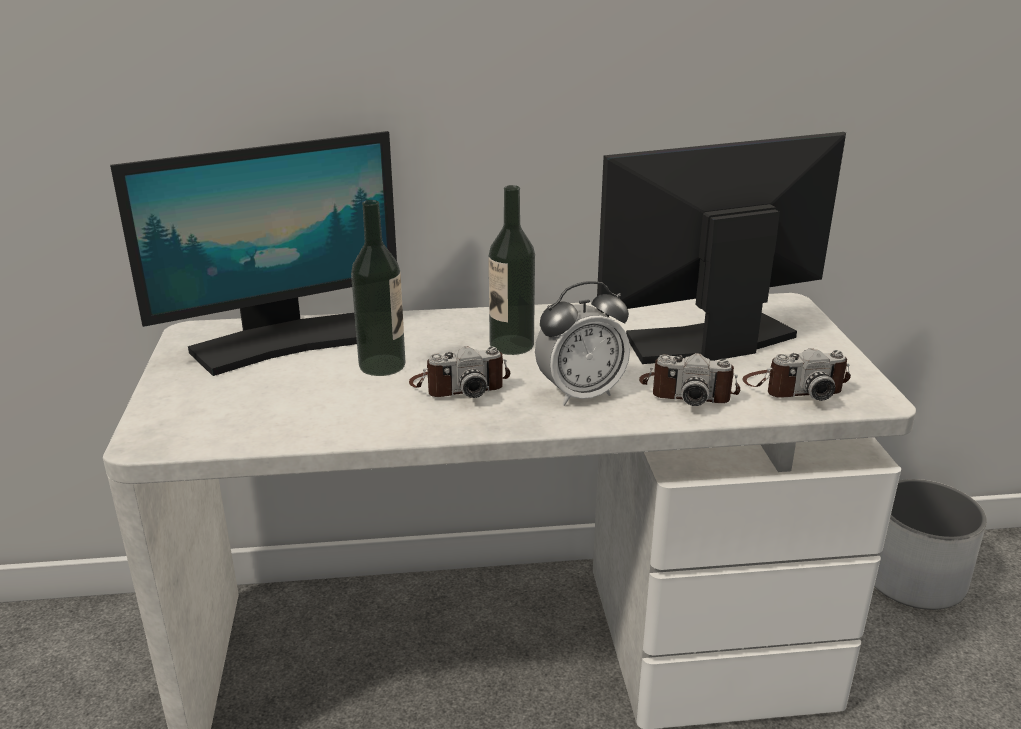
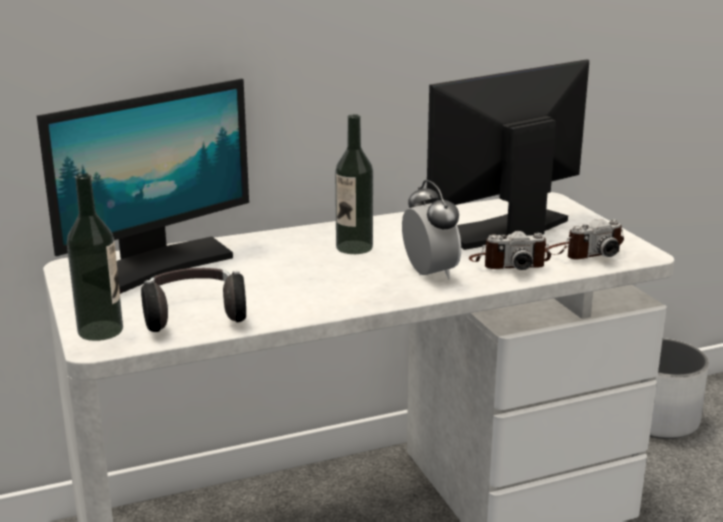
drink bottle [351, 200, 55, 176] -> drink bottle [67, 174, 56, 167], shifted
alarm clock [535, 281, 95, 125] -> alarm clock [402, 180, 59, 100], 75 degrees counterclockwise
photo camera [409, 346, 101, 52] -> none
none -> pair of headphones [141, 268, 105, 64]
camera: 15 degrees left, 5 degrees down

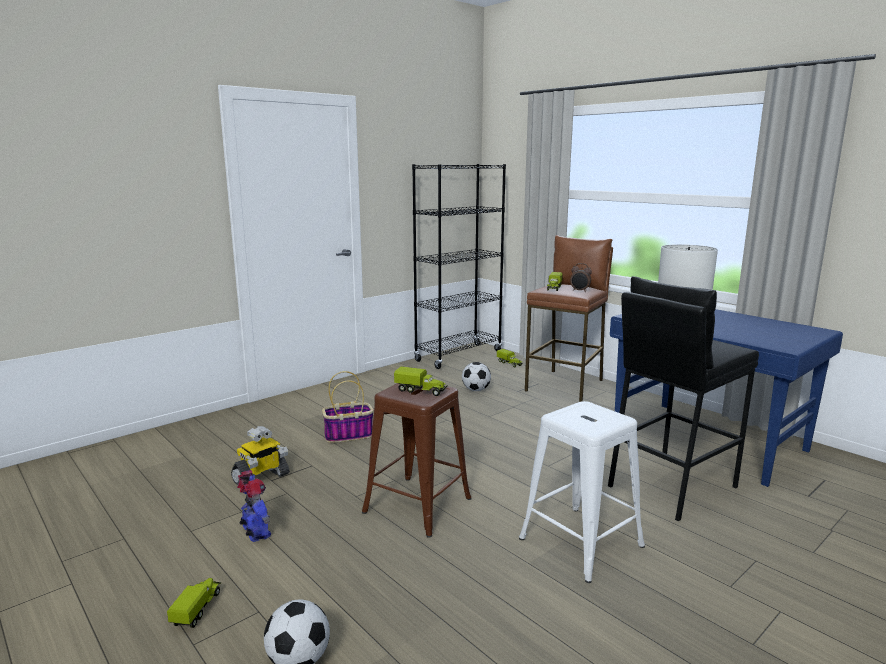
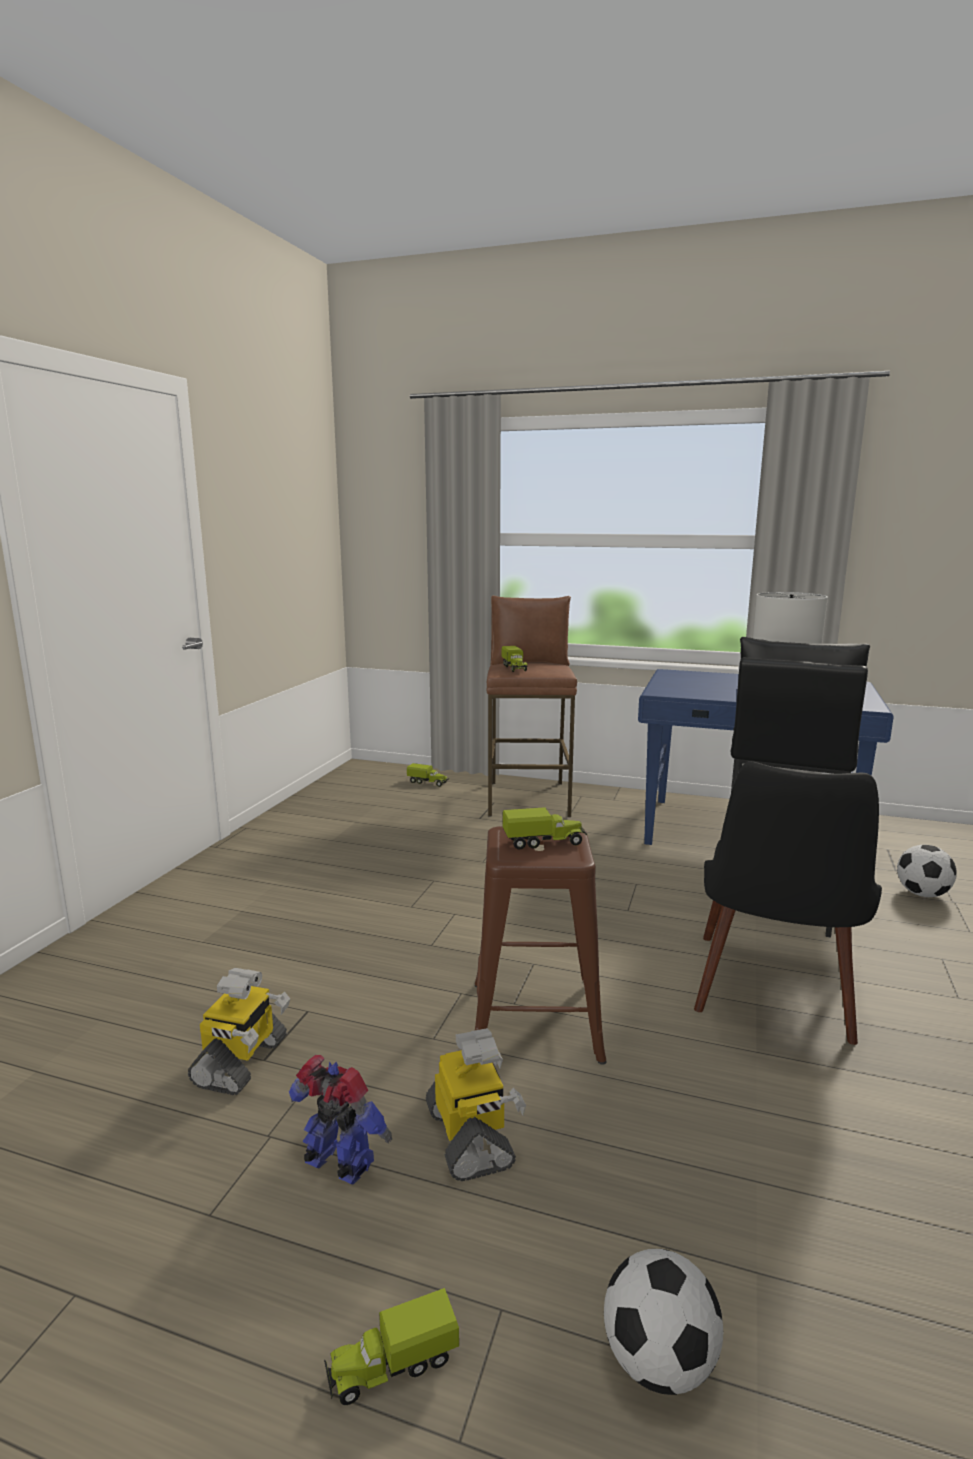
bookshelf (blackish) [412, 164, 94, 205] -> none
alarm clock [570, 263, 22, 29] -> none
football ball [462, 362, 29, 29] -> football ball [897, 845, 60, 52], shifted
basket [322, 371, 52, 72] -> none
stool seat (white-coloured) [519, 401, 126, 182] -> plain chair (blackish) [694, 761, 188, 284]
model truck [167, 578, 54, 50] -> model truck [324, 1288, 135, 117], 90 degrees counterclockwise
none -> toy robot [426, 1028, 100, 153]
camera: 30 degrees left, 0 degrees up

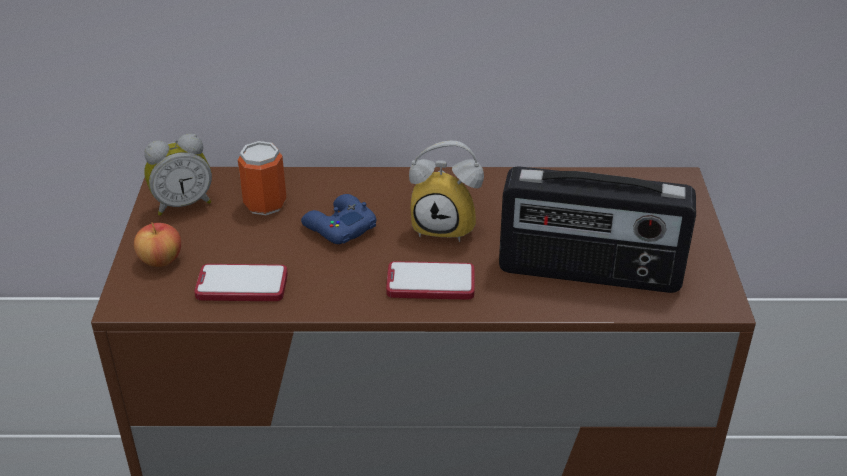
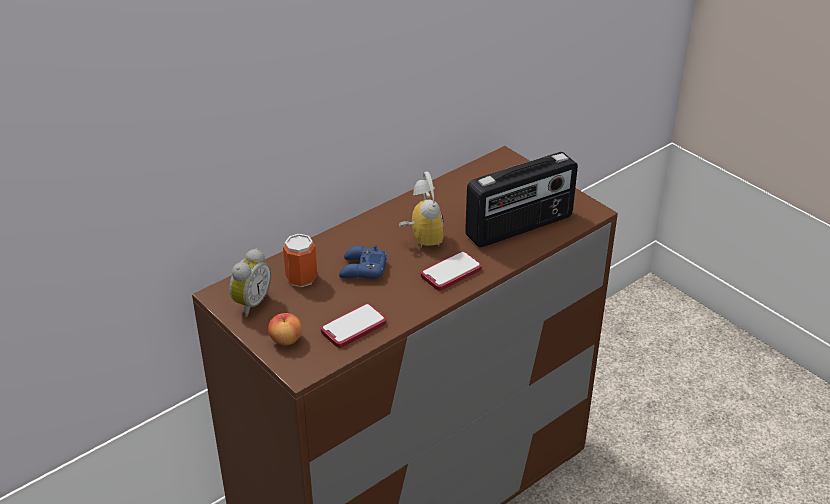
alarm clock [409, 141, 75, 101] -> alarm clock [399, 171, 45, 76], 75 degrees counterclockwise
camera: 40 degrees left, 0 degrees up

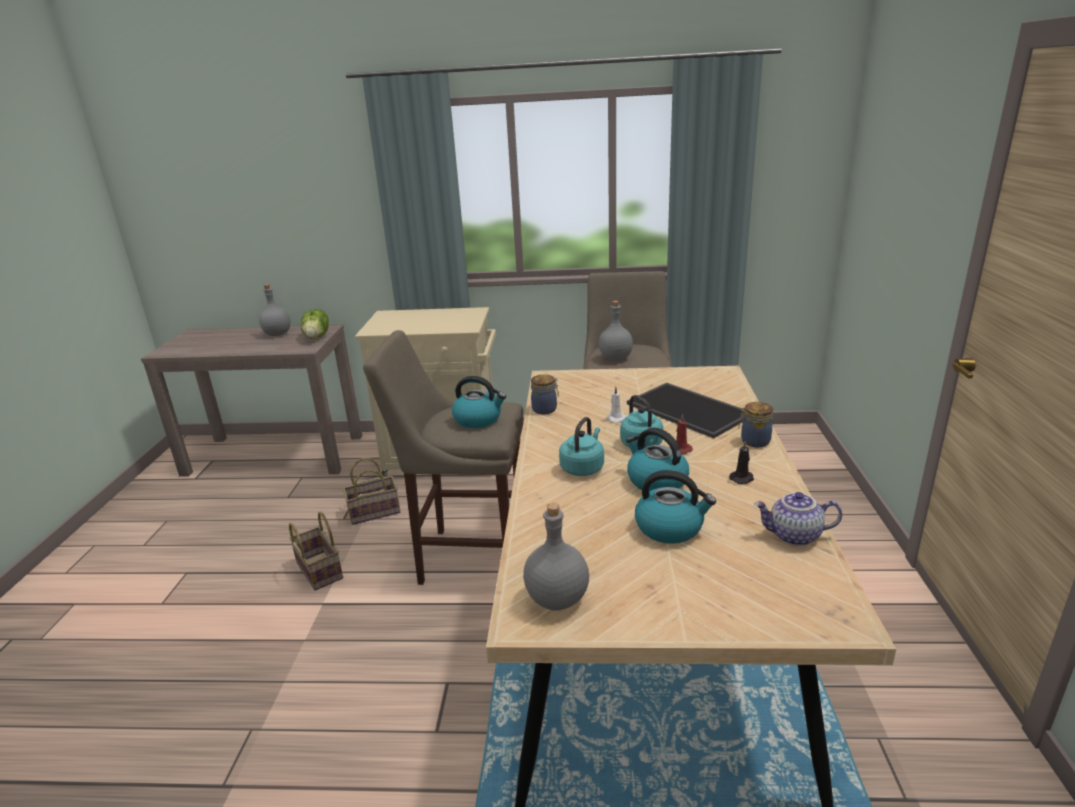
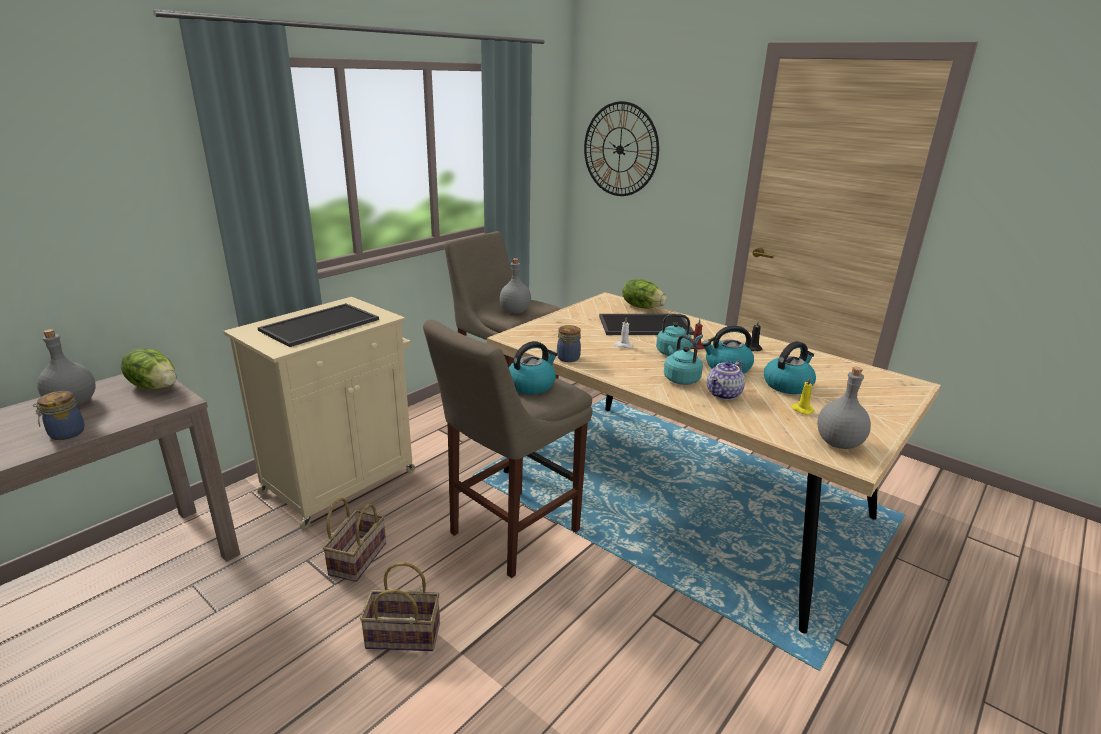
storage jar [738, 402, 35, 45] -> storage jar [33, 391, 52, 49], shifted
teapot [754, 492, 88, 54] -> teapot [707, 360, 38, 40], shifted
none -> hanging clock [584, 101, 75, 95]
none -> head of lettuce [622, 279, 45, 30]
none -> serving tray [258, 303, 121, 44]
none -> wax light (yellow) [791, 377, 23, 38]
camera: 55 degrees left, 0 degrees up

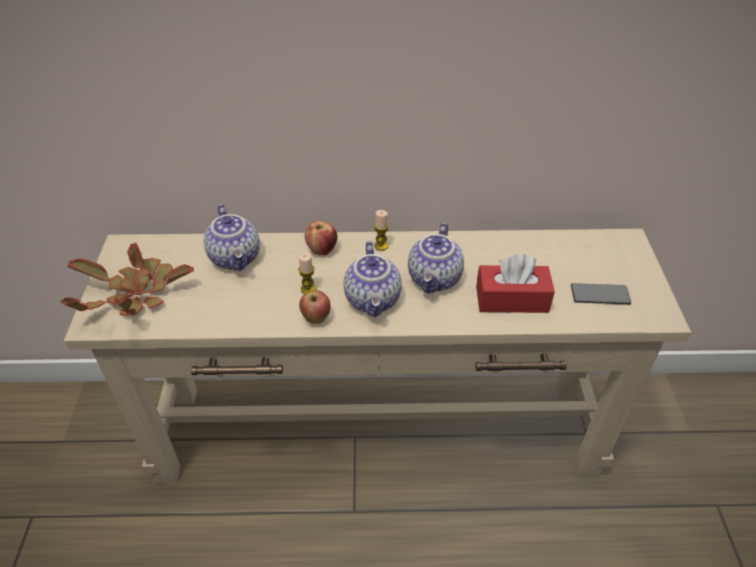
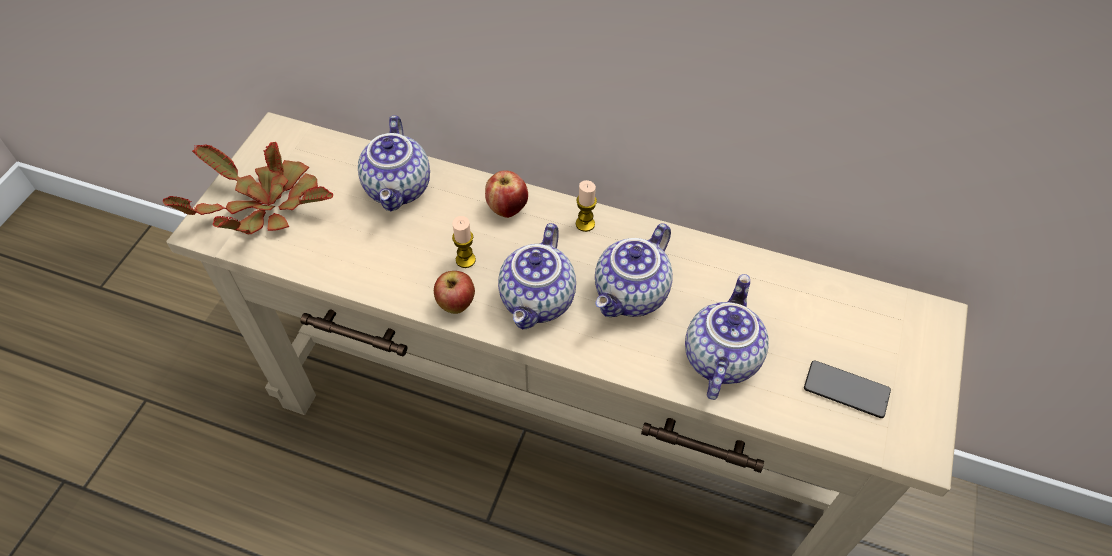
box of tissues (red-coloured) [476, 254, 79, 59] -> teapot [685, 274, 84, 126]
camera: 20 degrees right, 10 degrees up

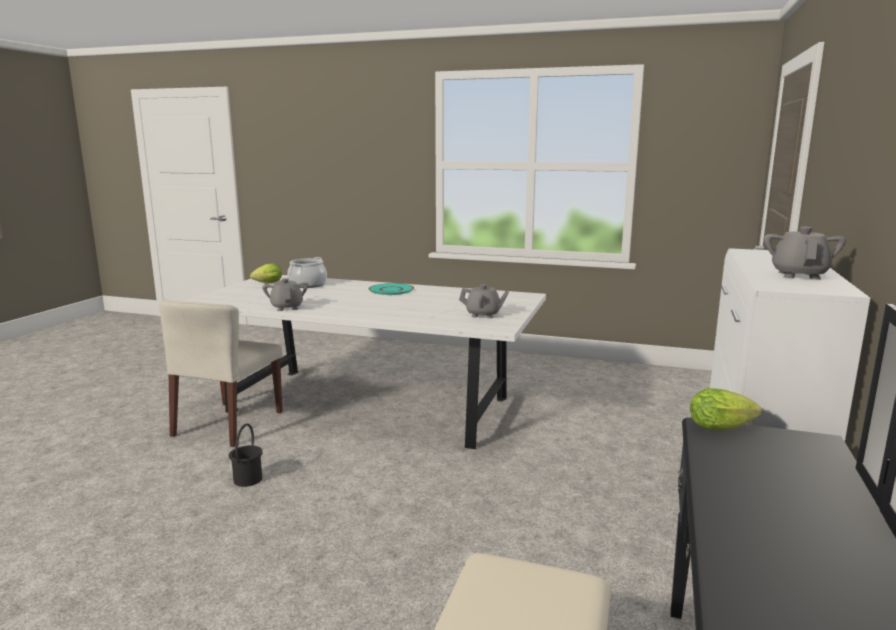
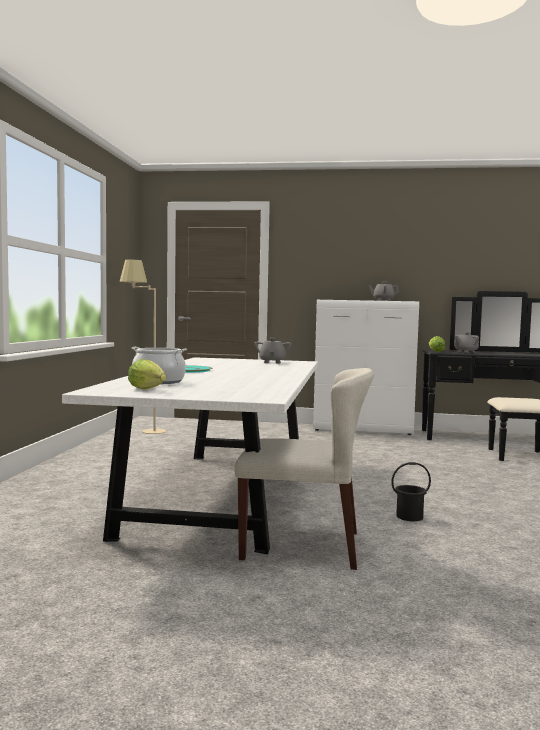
teapot (greyish) [262, 278, 46, 33] -> teapot (greyish) [454, 332, 25, 21], shifted
none -> standing lamp (beige) [120, 259, 47, 175]
camera: 100 degrees left, 10 degrees down

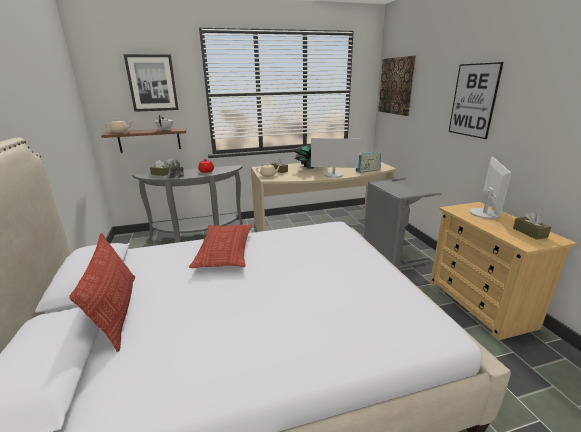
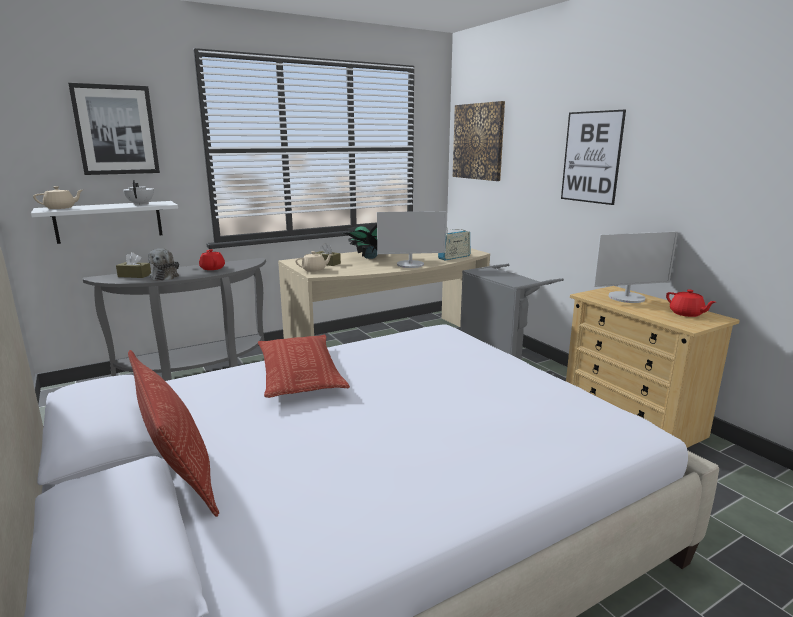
wall shelf (brownish) [101, 128, 85, 25] -> wall shelf (white-coloured) [31, 201, 147, 43]
computer screen [469, 156, 42, 63] -> computer screen [593, 231, 85, 72], 75 degrees clockwise
box of tissues (brownish) [513, 212, 38, 28] -> teapot (red-coloured) [666, 290, 49, 27]
camera: 15 degrees left, 5 degrees down

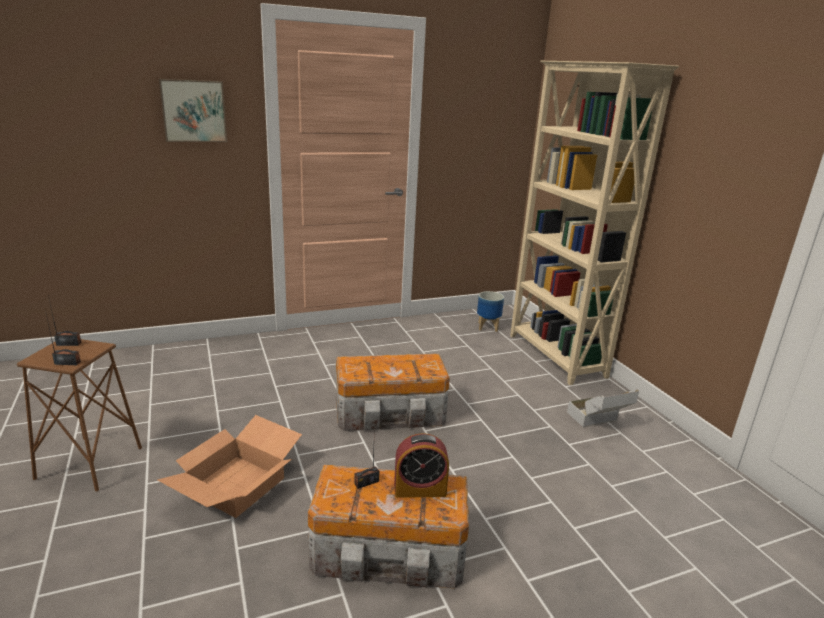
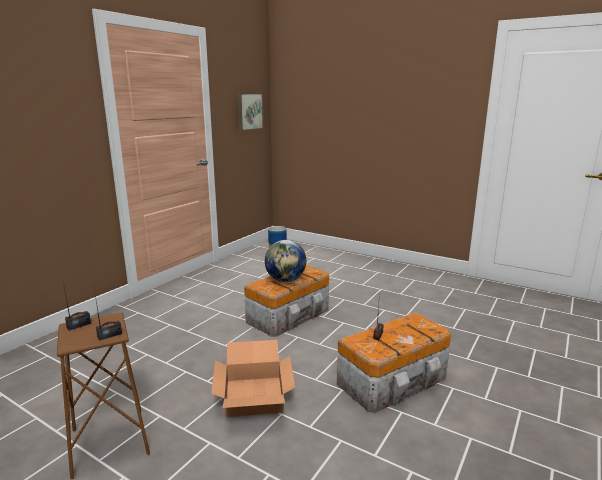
bookshelf (beige) [510, 61, 169, 324] -> none
picture [159, 79, 68, 63] -> picture [237, 93, 27, 38], shifted
carton [567, 389, 72, 38] -> none
alarm clock [394, 433, 55, 65] -> none
none -> desk globe [265, 240, 41, 42]
camera: 35 degrees left, 5 degrees down

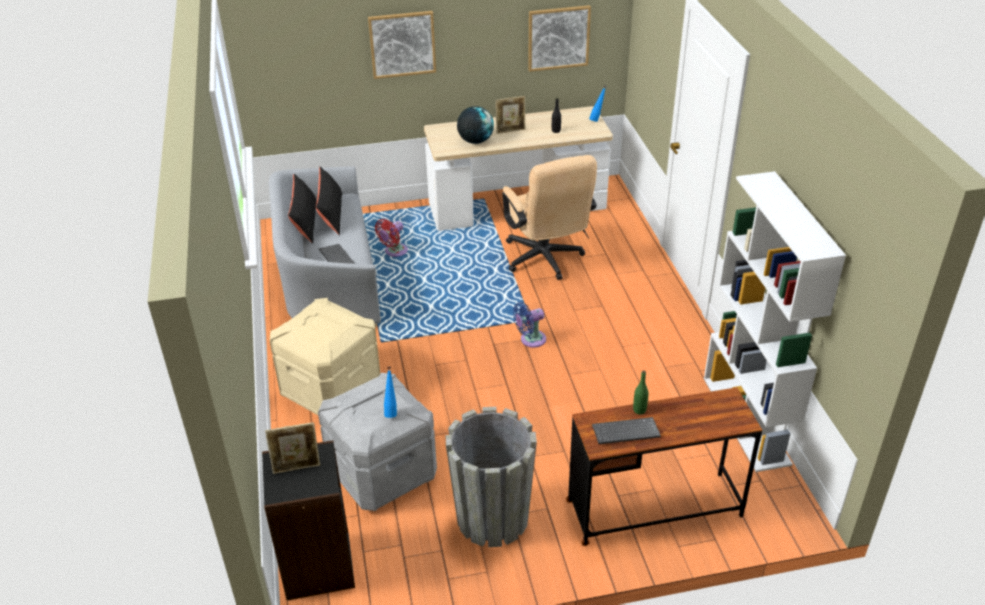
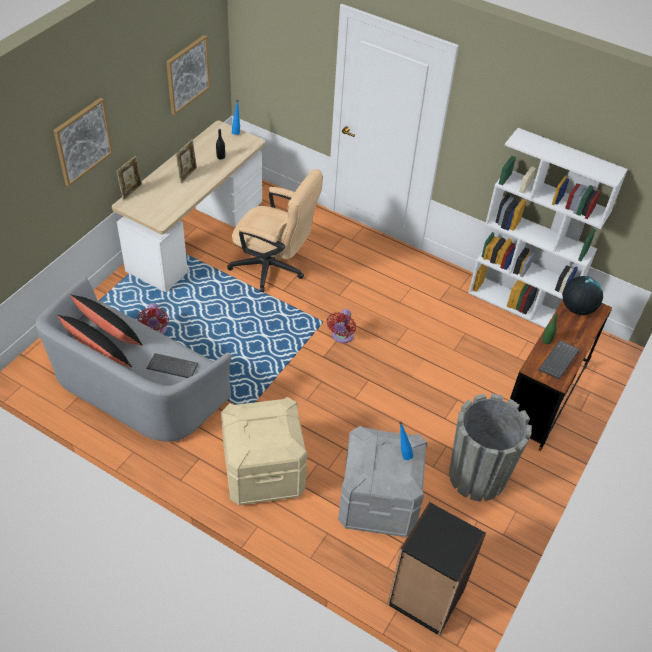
desk globe [457, 106, 37, 38] -> desk globe [562, 276, 41, 39], shifted
fan (blue) [513, 302, 33, 46] -> fan (red-coloured) [327, 309, 29, 34]
picture frame [265, 422, 55, 52] -> picture frame [116, 156, 26, 44], shifted
camera: 50 degrees left, 10 degrees up

